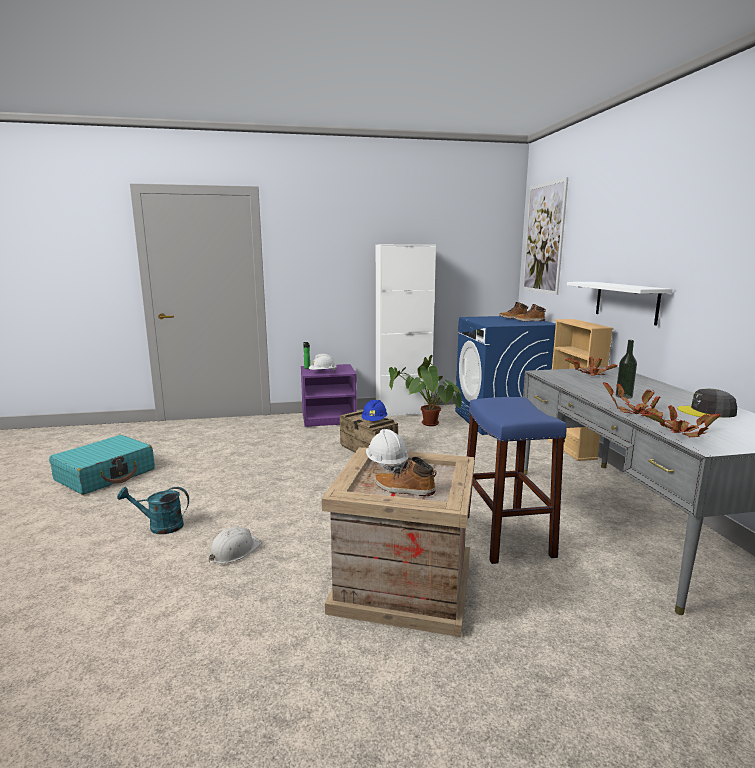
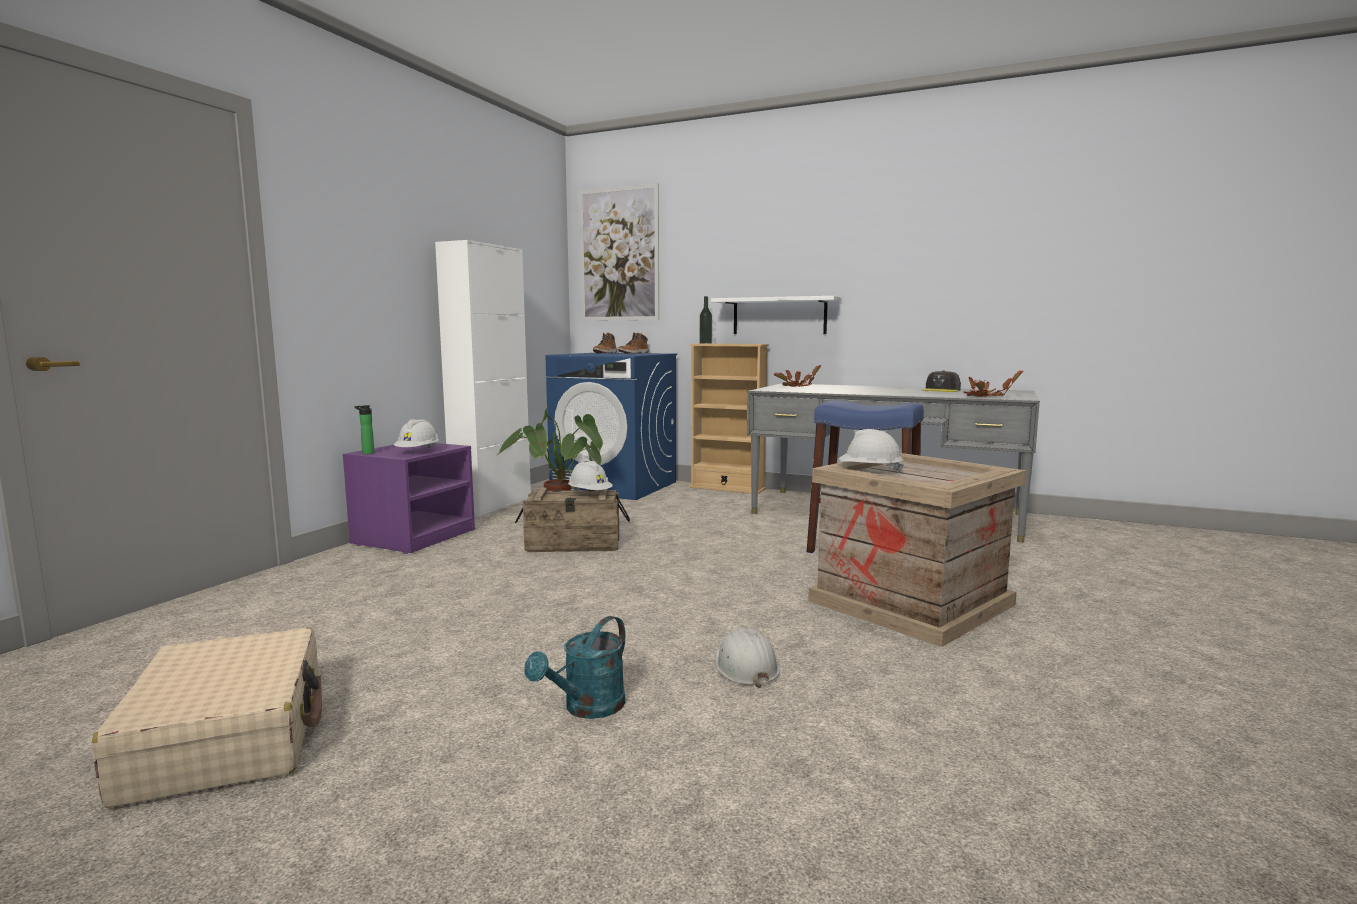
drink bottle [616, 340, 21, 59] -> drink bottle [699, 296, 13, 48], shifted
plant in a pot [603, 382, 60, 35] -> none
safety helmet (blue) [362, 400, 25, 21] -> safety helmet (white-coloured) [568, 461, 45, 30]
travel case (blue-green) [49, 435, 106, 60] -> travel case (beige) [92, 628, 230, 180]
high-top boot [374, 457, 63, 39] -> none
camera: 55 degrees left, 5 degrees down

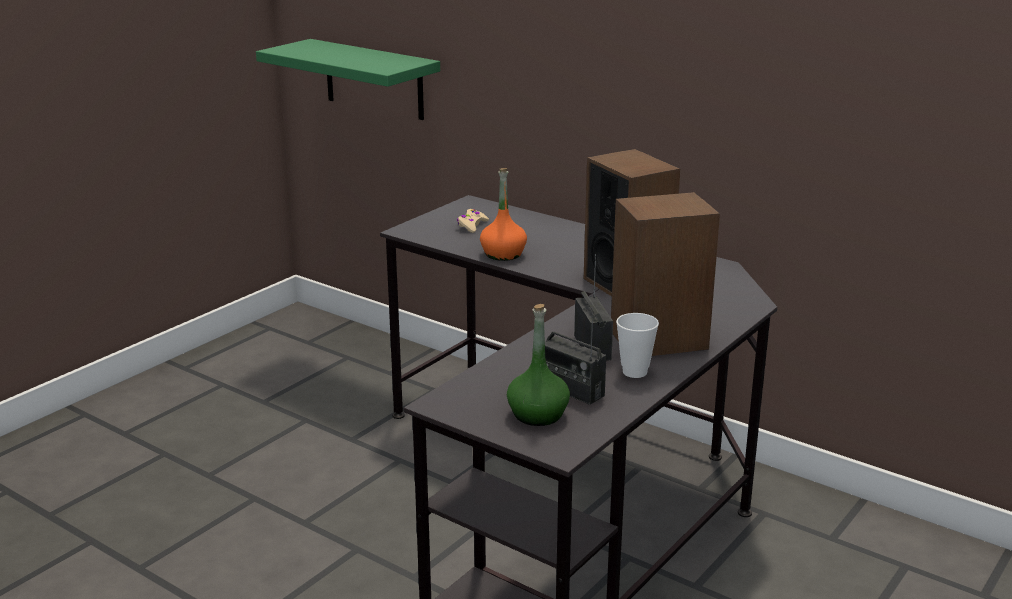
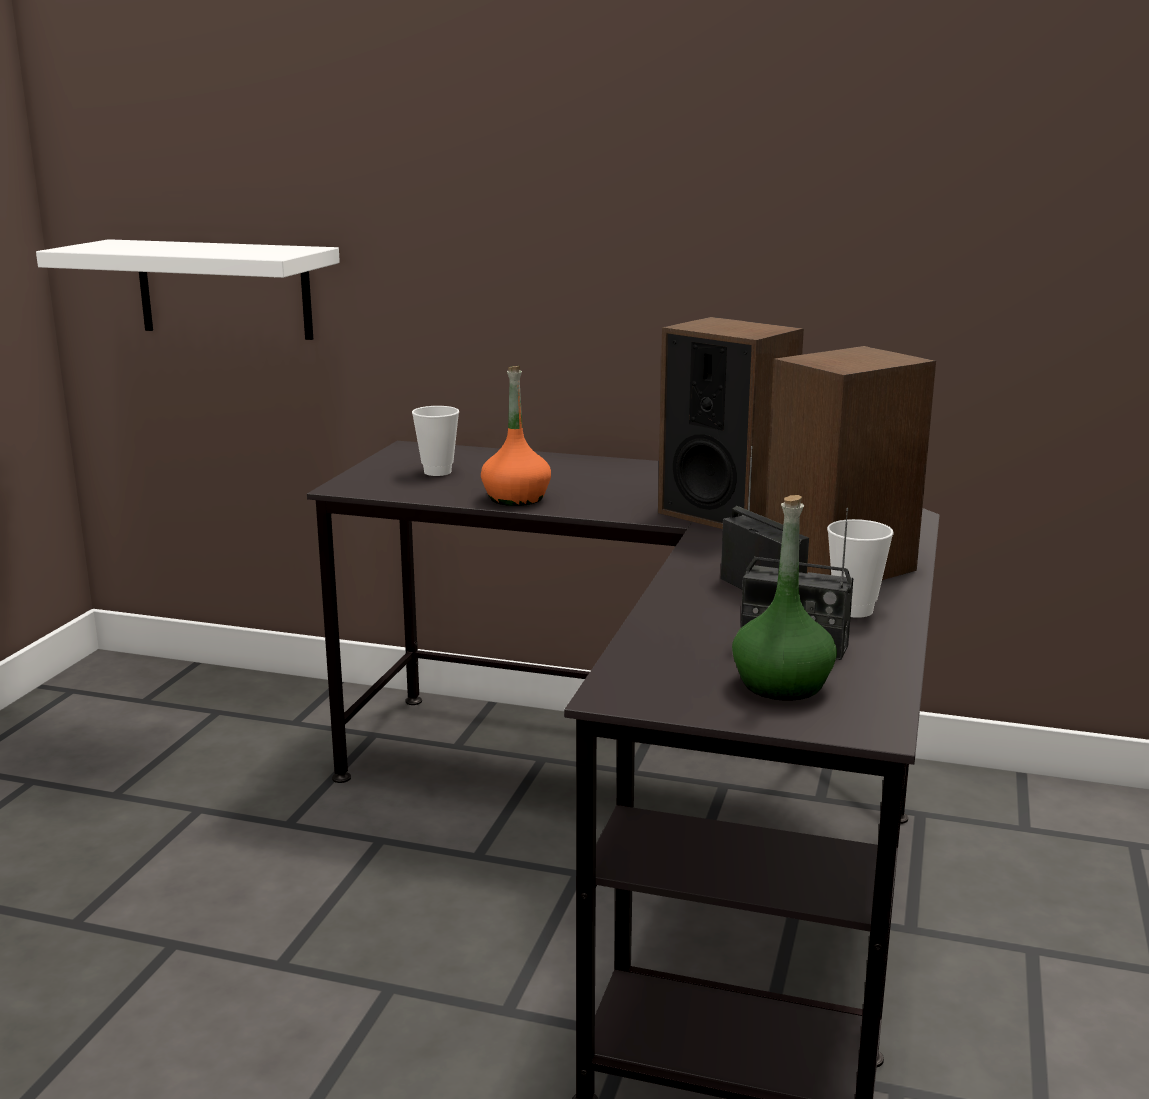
wall shelf (green) [256, 39, 184, 81] -> wall shelf (white-coloured) [36, 239, 304, 101]
joypad (beige) [457, 209, 32, 24] -> drinking cup [412, 406, 47, 70]
camera: 20 degrees left, 5 degrees down

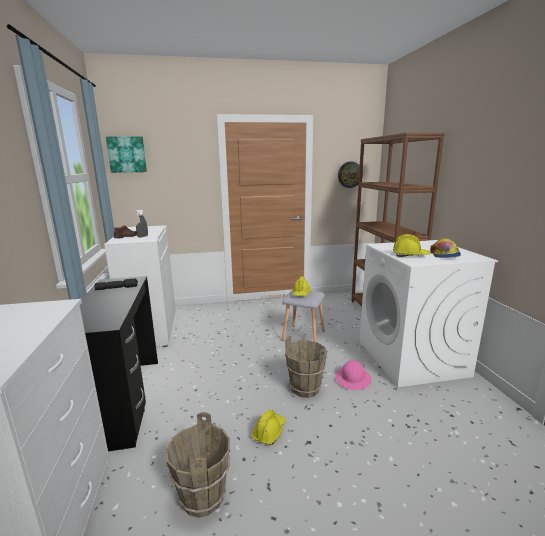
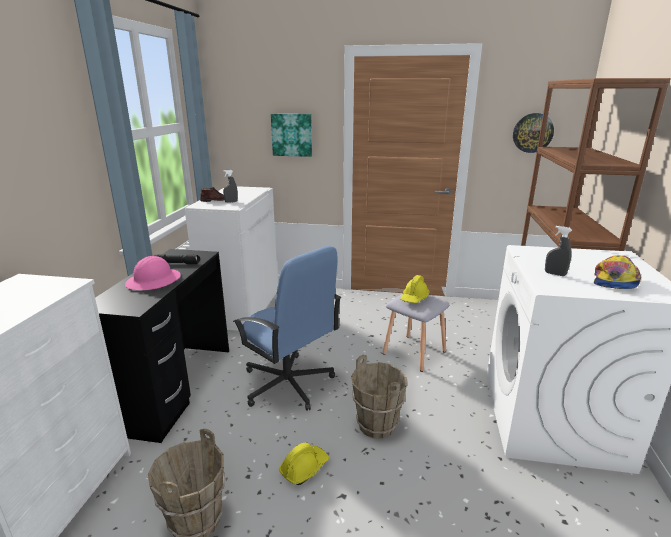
picture [106, 137, 41, 36] -> picture [271, 114, 41, 43], shifted
safety helmet (yellow) [393, 234, 37, 23] -> hand sprayer (greyish) [545, 226, 27, 50]
safety helmet (pink) [335, 360, 36, 30] -> safety helmet (pink) [125, 256, 56, 34], shifted
none -> desk chair (blue) [233, 246, 109, 165]
camera: 20 degrees right, 5 degrees up

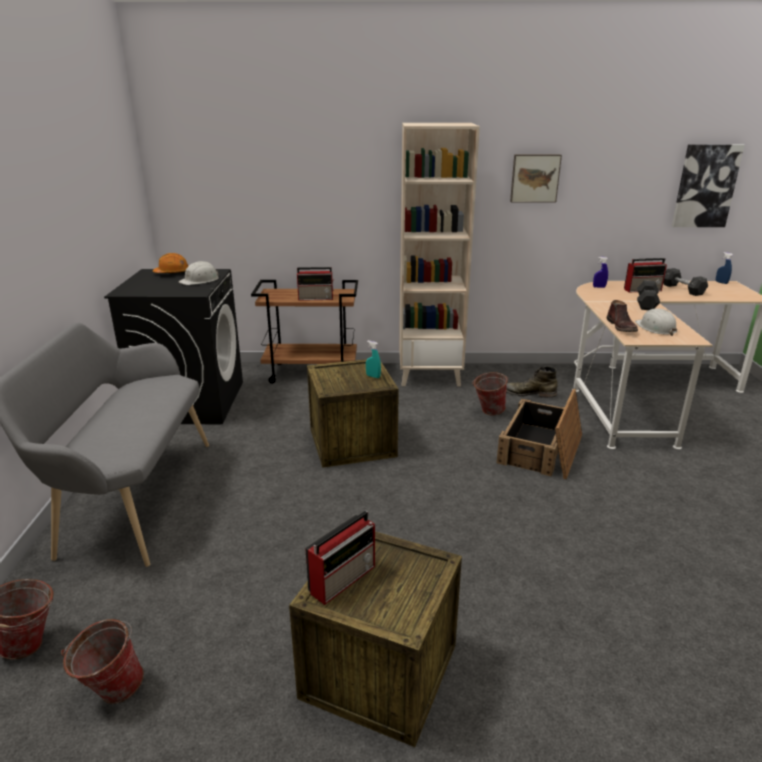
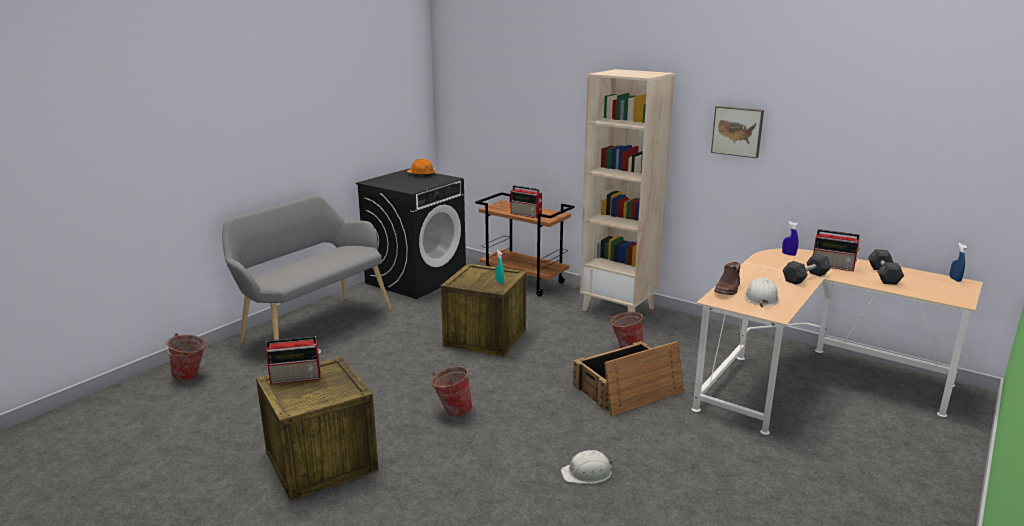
picture [672, 144, 73, 83] -> none
safety helmet (white-coloured) [178, 261, 41, 24] -> safety helmet (white-coloured) [561, 450, 52, 34], shifted
high-top boot (green) [506, 367, 52, 31] -> none
bucket [61, 619, 83, 85] -> bucket [431, 366, 42, 51], shifted
camera: 35 degrees right, 5 degrees down

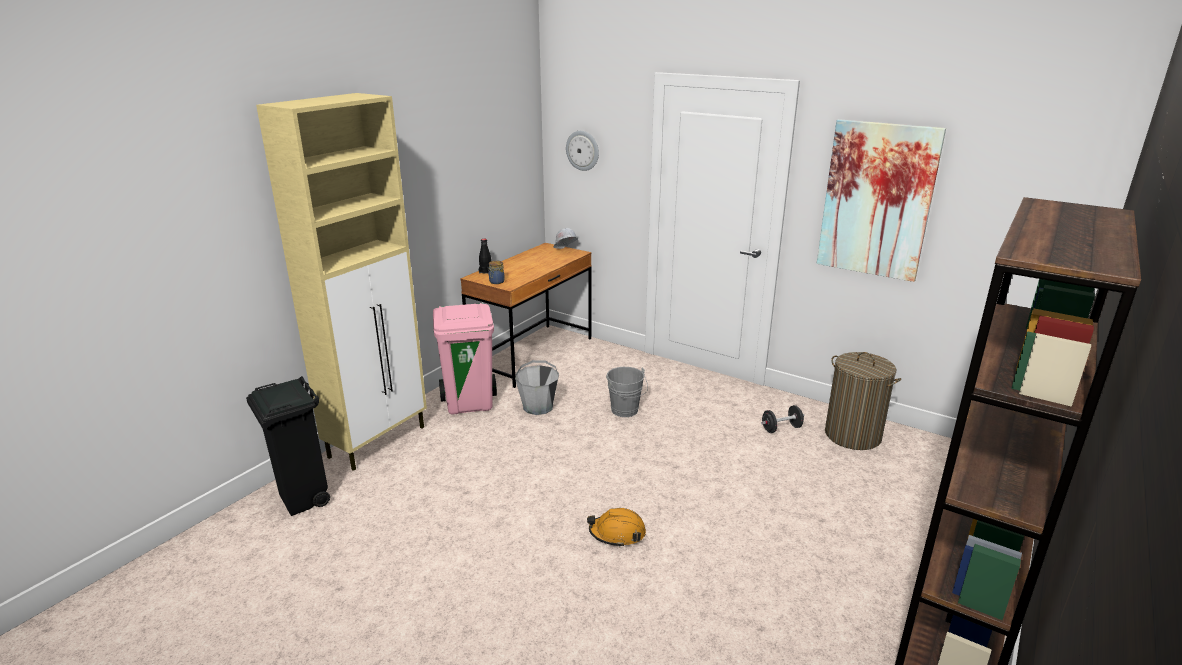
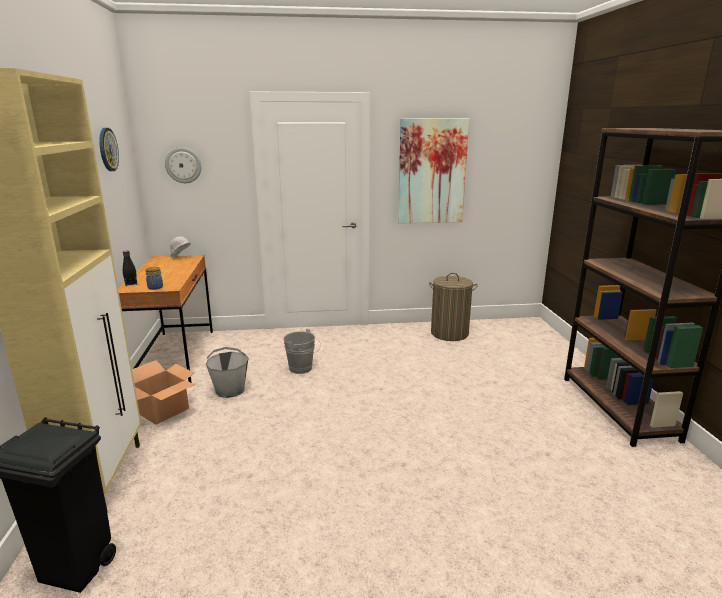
rubbish bin (pink) [433, 303, 64, 112] -> carton [132, 360, 63, 65]
hand weight (blackish) [761, 405, 43, 28] -> none
safety helmet (orangey) [587, 508, 59, 40] -> none
none -> hanging clock [99, 128, 20, 43]
camera: 40 degrees left, 5 degrees down

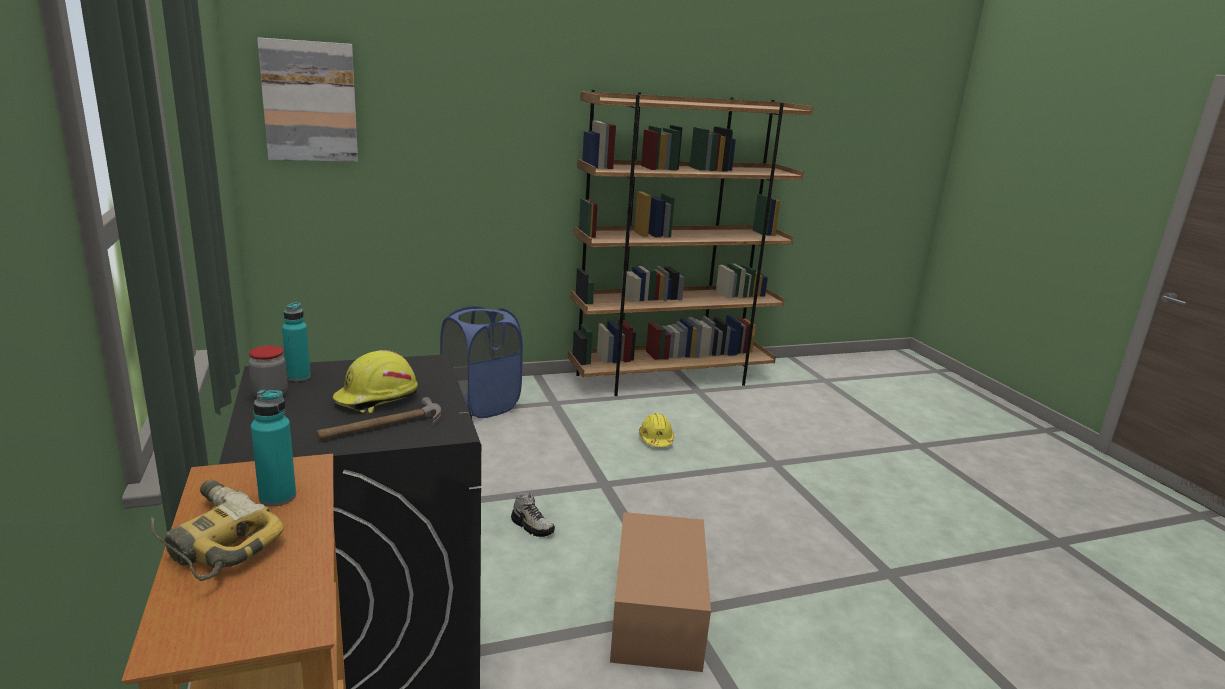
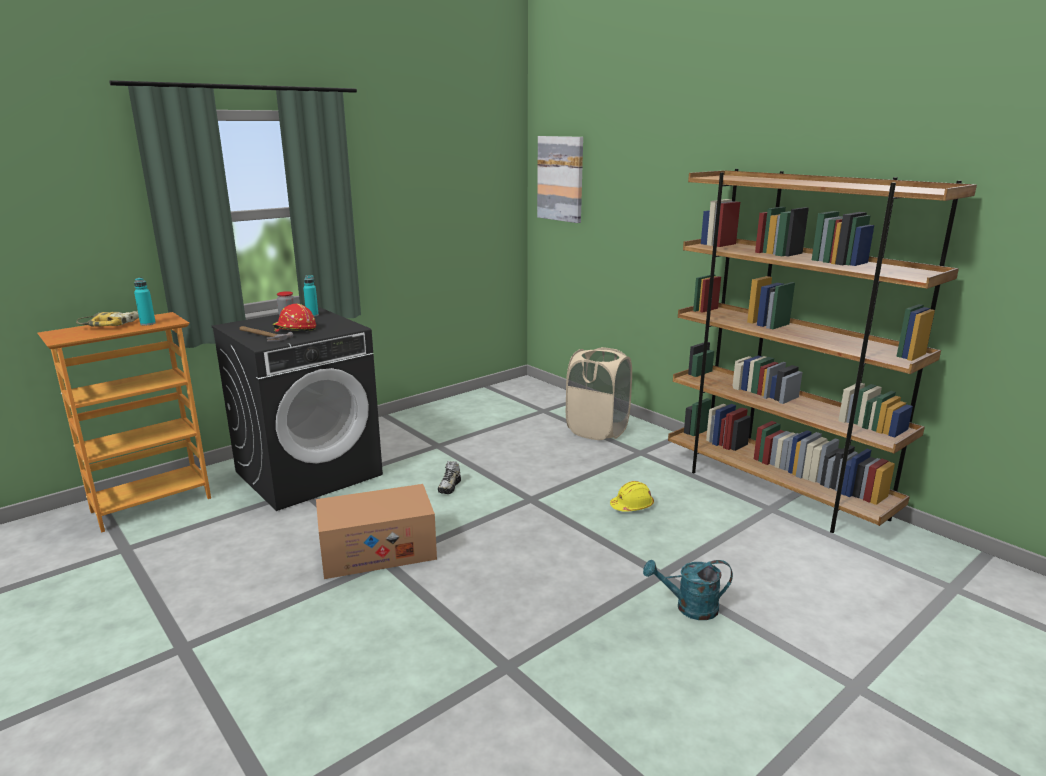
hamper (blue) [440, 306, 83, 112] -> hamper (beige) [566, 347, 66, 93]
safety helmet (yellow) [332, 350, 86, 64] -> safety helmet (red-coloured) [272, 304, 44, 28]
none -> watering can (blue-green) [643, 560, 90, 60]
camera: 70 degrees right, 0 degrees up

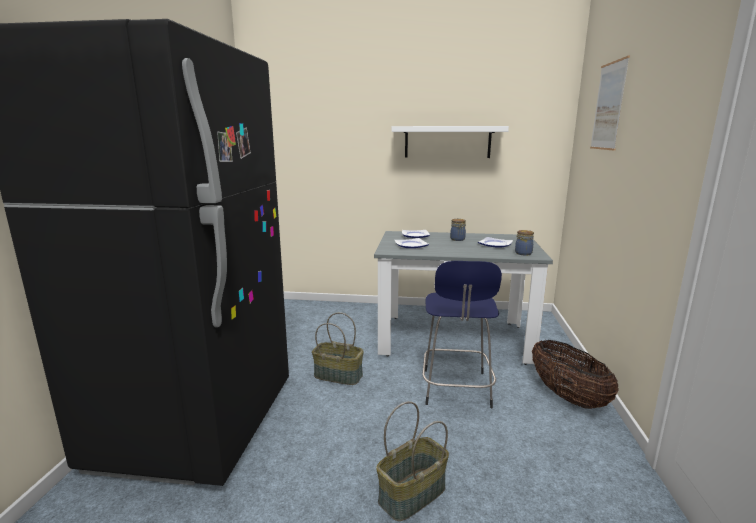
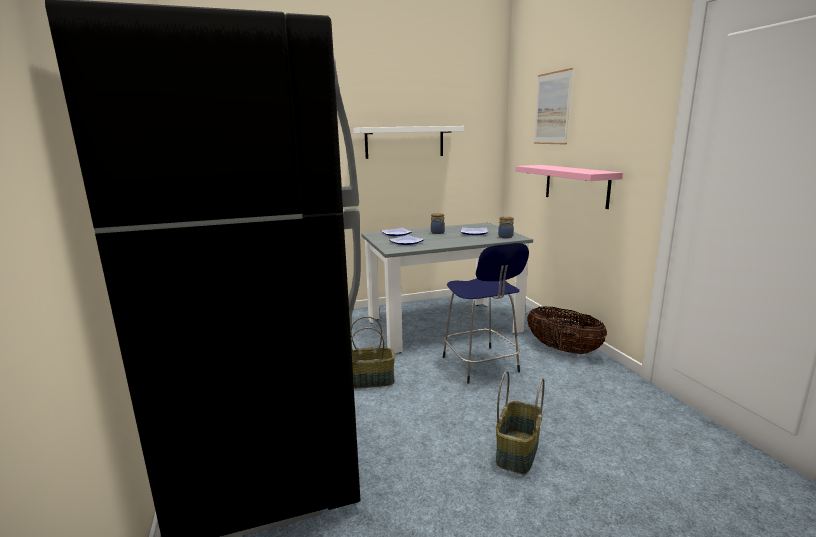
none -> wall shelf (pink) [516, 165, 107, 44]
camera: 25 degrees left, 0 degrees up

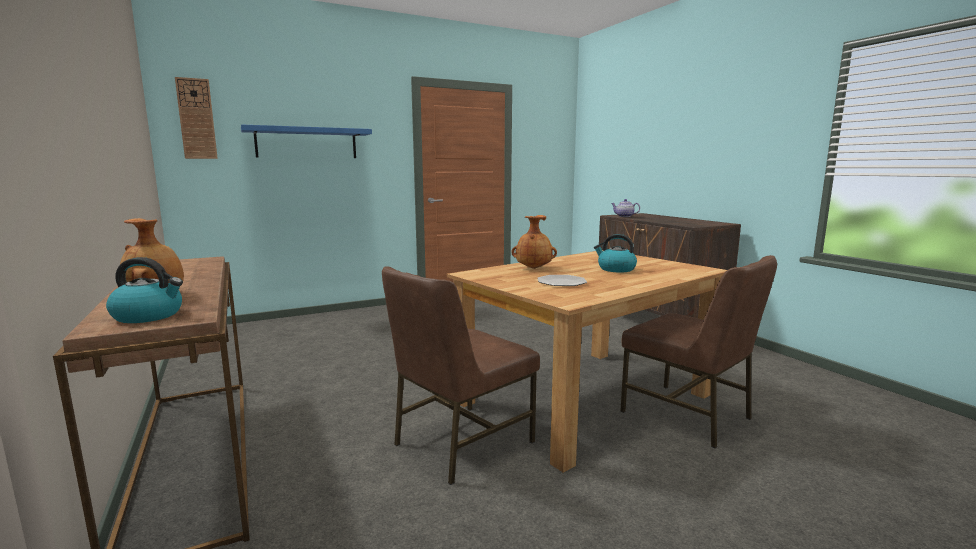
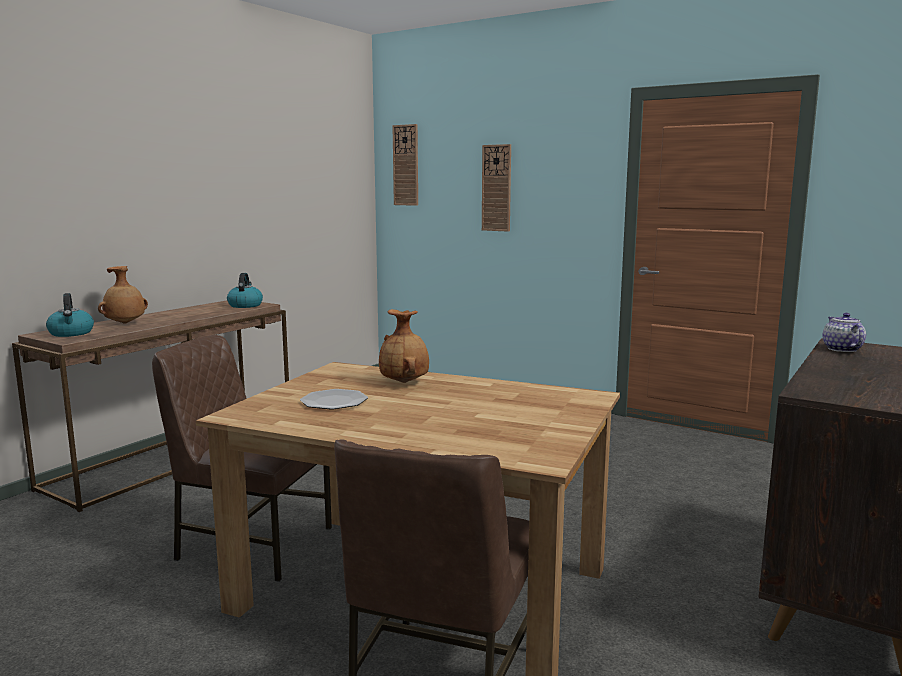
wall shelf (blue) [241, 124, 131, 34] -> hanging clock [482, 144, 29, 88]
water kettle [594, 234, 43, 38] -> water kettle [227, 273, 36, 35], shifted
camera: 60 degrees right, 0 degrees up

